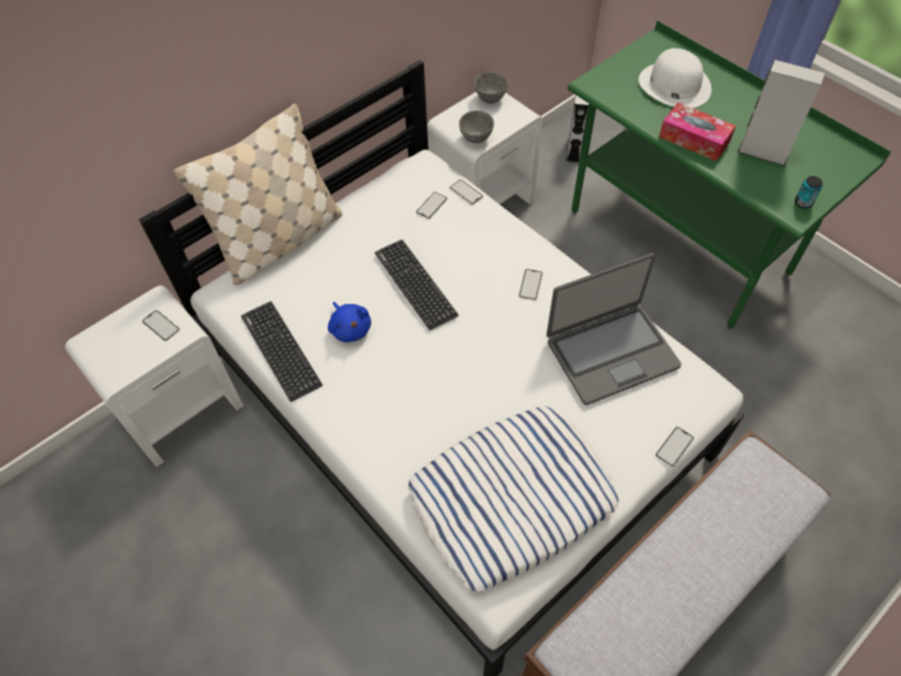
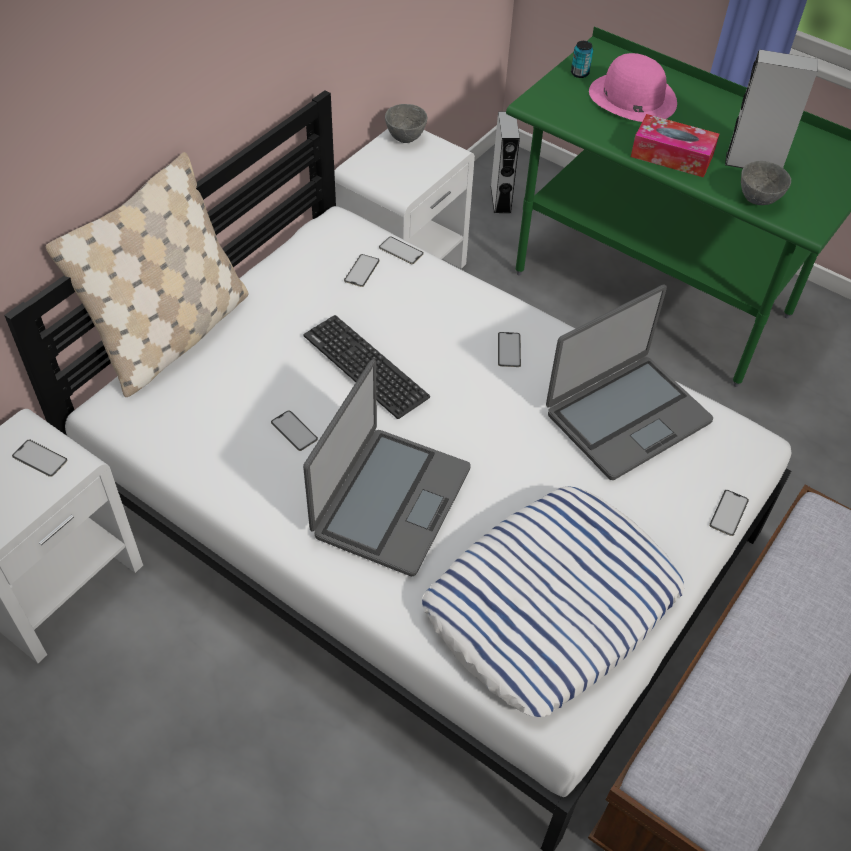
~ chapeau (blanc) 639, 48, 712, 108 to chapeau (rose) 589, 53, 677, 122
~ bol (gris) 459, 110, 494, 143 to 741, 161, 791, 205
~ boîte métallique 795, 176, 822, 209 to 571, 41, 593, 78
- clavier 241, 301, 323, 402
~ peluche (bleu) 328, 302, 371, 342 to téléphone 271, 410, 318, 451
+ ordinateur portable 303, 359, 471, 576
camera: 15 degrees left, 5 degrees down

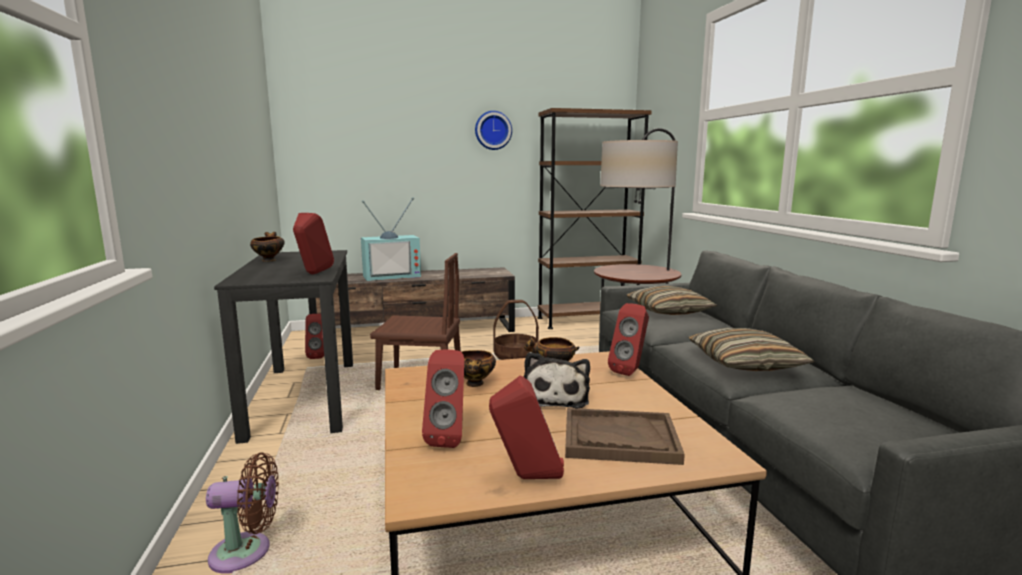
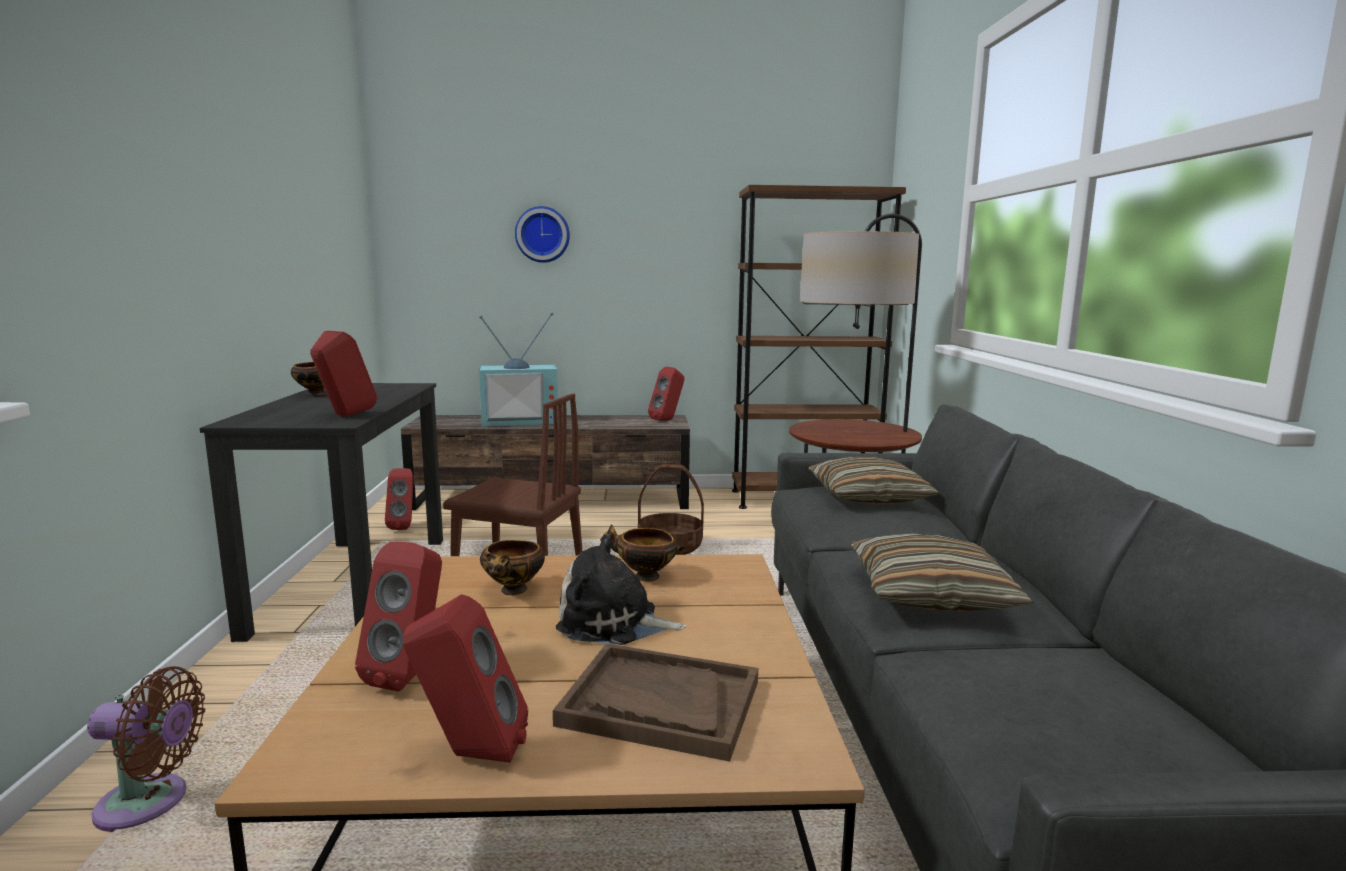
~ horloge murale 475, 111, 512, 150 to 515, 206, 570, 263
~ enceinte (rouge) 608, 303, 649, 376 to 648, 367, 685, 421
~ peluche 524, 352, 590, 409 = 556, 534, 686, 645 90 degrees clockwise
camera: 10 degrees right, 0 degrees up

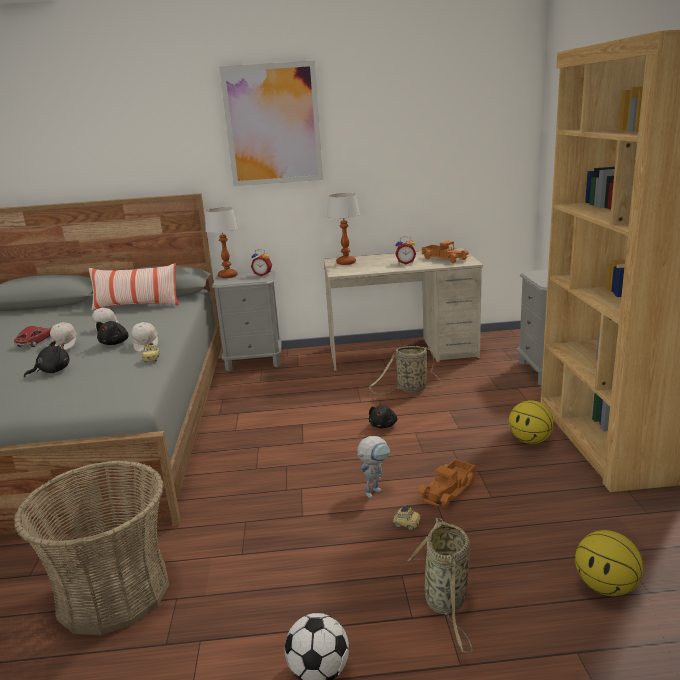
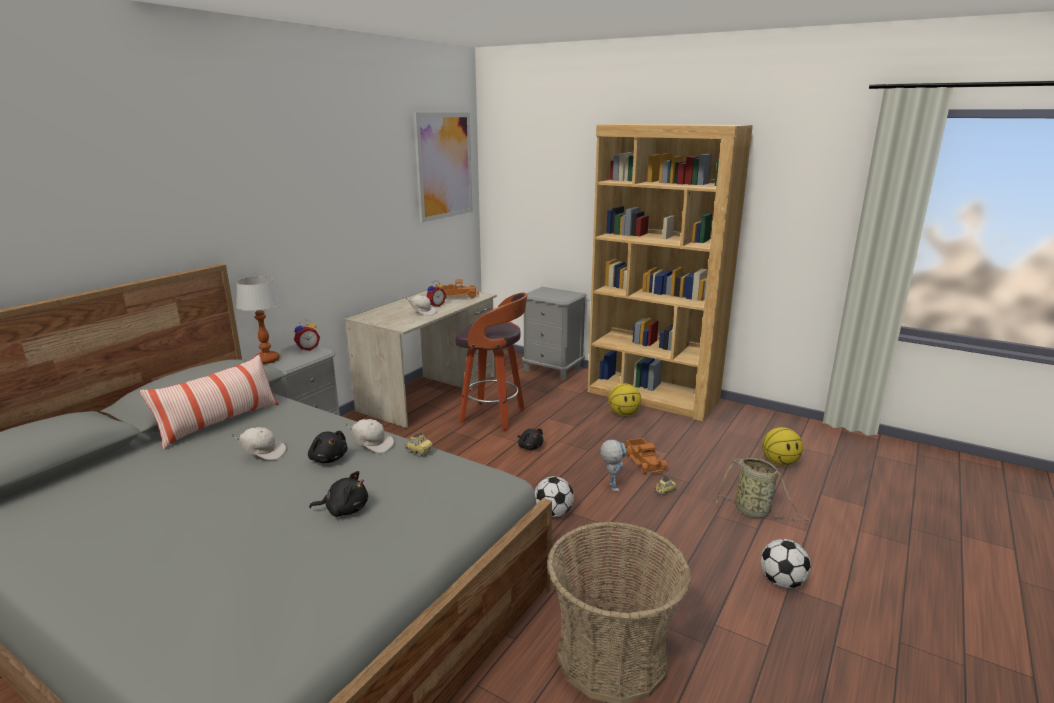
~ tableau 219, 60, 323, 186 to 413, 112, 473, 222
- lampe de table 327, 193, 360, 265
~ casquette (blanc) 50, 322, 77, 350 to 406, 295, 437, 316
- petite voiture 14, 326, 52, 347
~ peluche (noir) 24, 341, 70, 377 = 309, 471, 368, 517 90 degrees clockwise
~ panier 369, 346, 441, 394 to tabouret 456, 293, 527, 430
+ ballon de foot 534, 476, 574, 517
camera: 55 degrees left, 0 degrees up

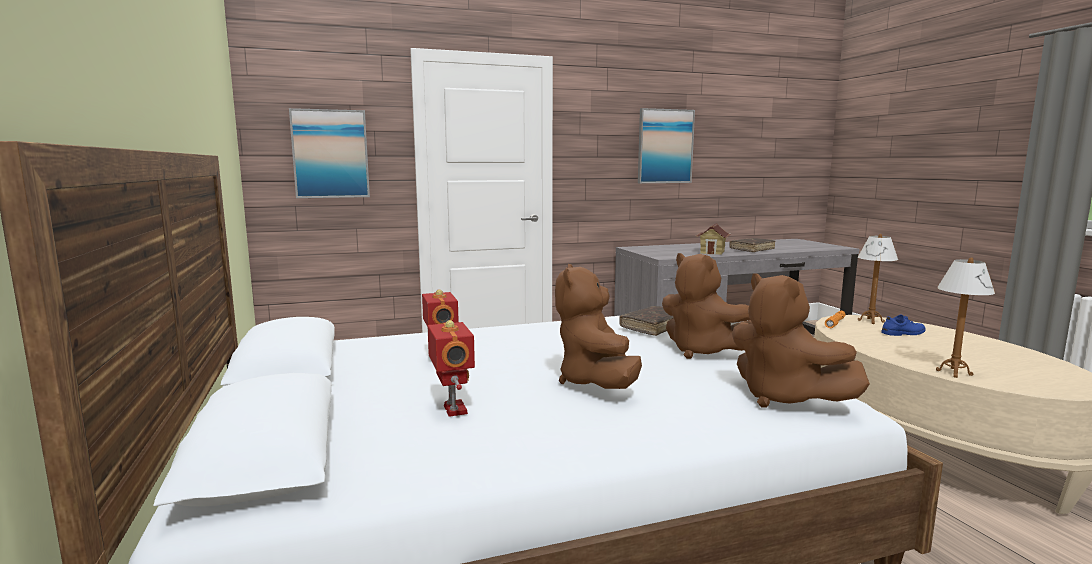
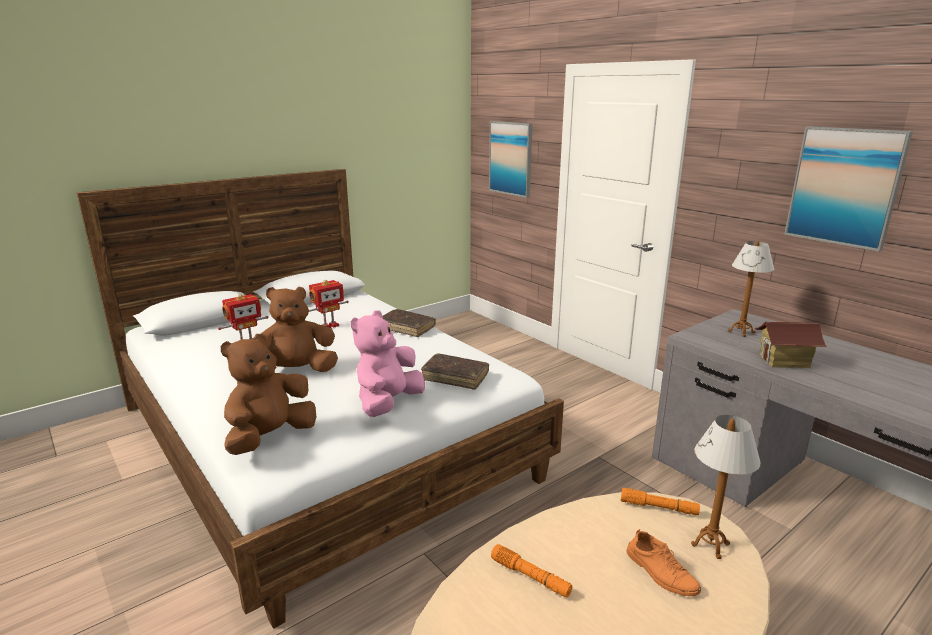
~ livre (marron) 730, 238, 775, 252 to 383, 309, 436, 337
~ peluche (marron) 662, 253, 752, 359 to peluche (rose) 351, 310, 425, 417
~ lampe de table 936, 257, 995, 378 to 728, 241, 774, 337
~ chaussure (bleu) 881, 315, 926, 336 to chaussure (orange) 627, 529, 701, 596
+ lampe de poche (orange) 491, 544, 572, 597
camera: 70 degrees right, 10 degrees up

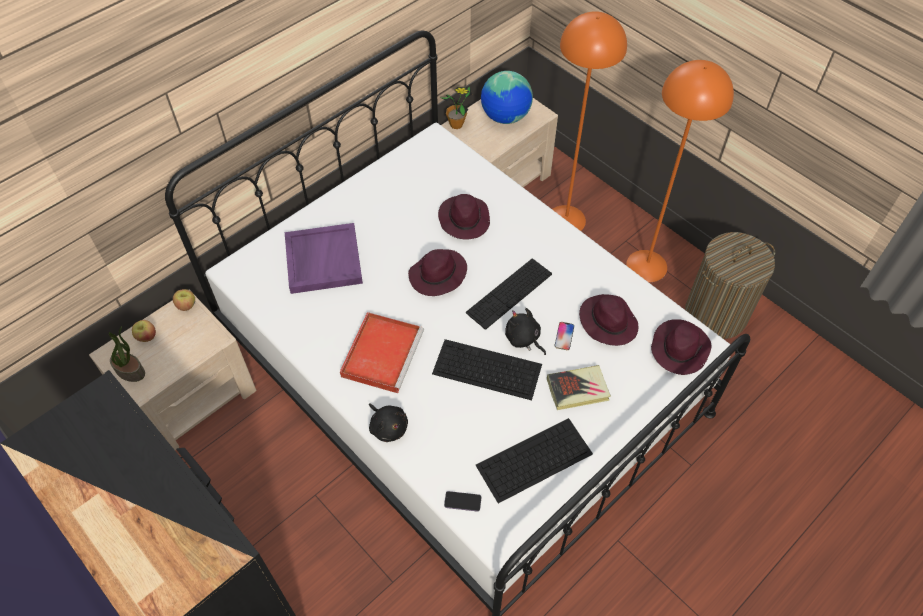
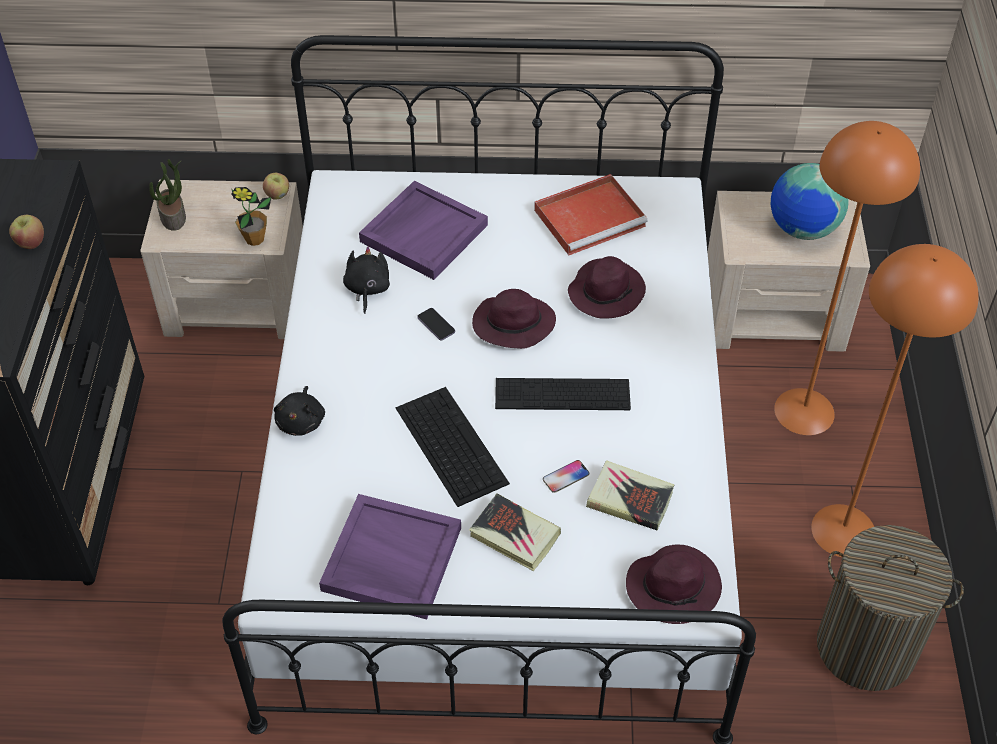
~ plante en pot 440, 86, 472, 129 to 231, 187, 271, 246
~ chapeau (violet) 579, 294, 638, 346 to livre 586, 460, 675, 531
~ peluche (noir) 505, 308, 546, 355 to 343, 246, 390, 314
~ plateau (rouge) 340, 312, 424, 393 to 534, 174, 648, 255
~ pomme 132, 320, 156, 342 to 9, 215, 44, 249
~ clavier 476, 418, 593, 503 to plateau (violet) 319, 494, 461, 620
~ téléphone 444, 491, 481, 512 to 417, 308, 455, 340
camera: 45 degrees right, 5 degrees down

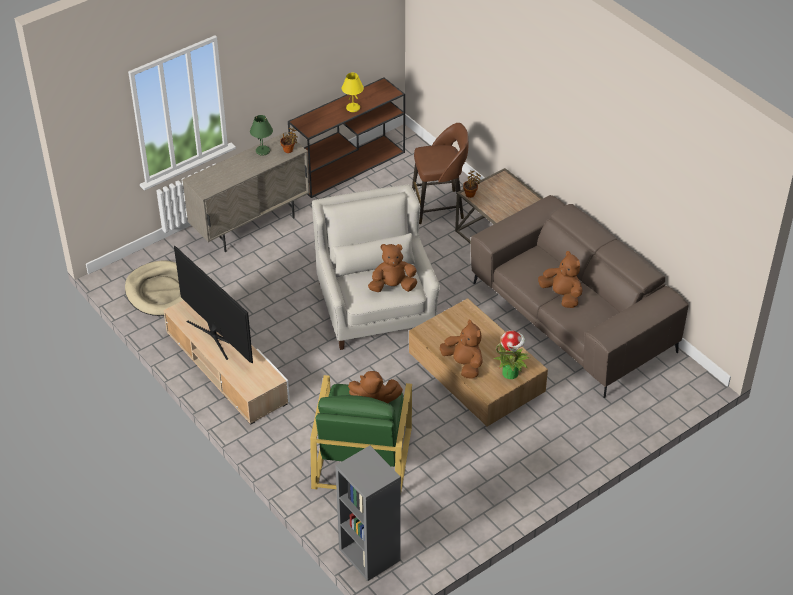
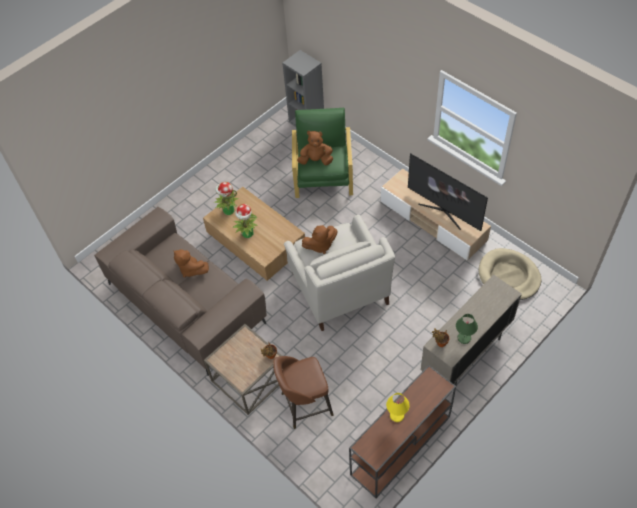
- peluche (marron) 440, 320, 483, 379
+ plante en pot 232, 204, 258, 238
camera: 175 degrees right, 10 degrees up

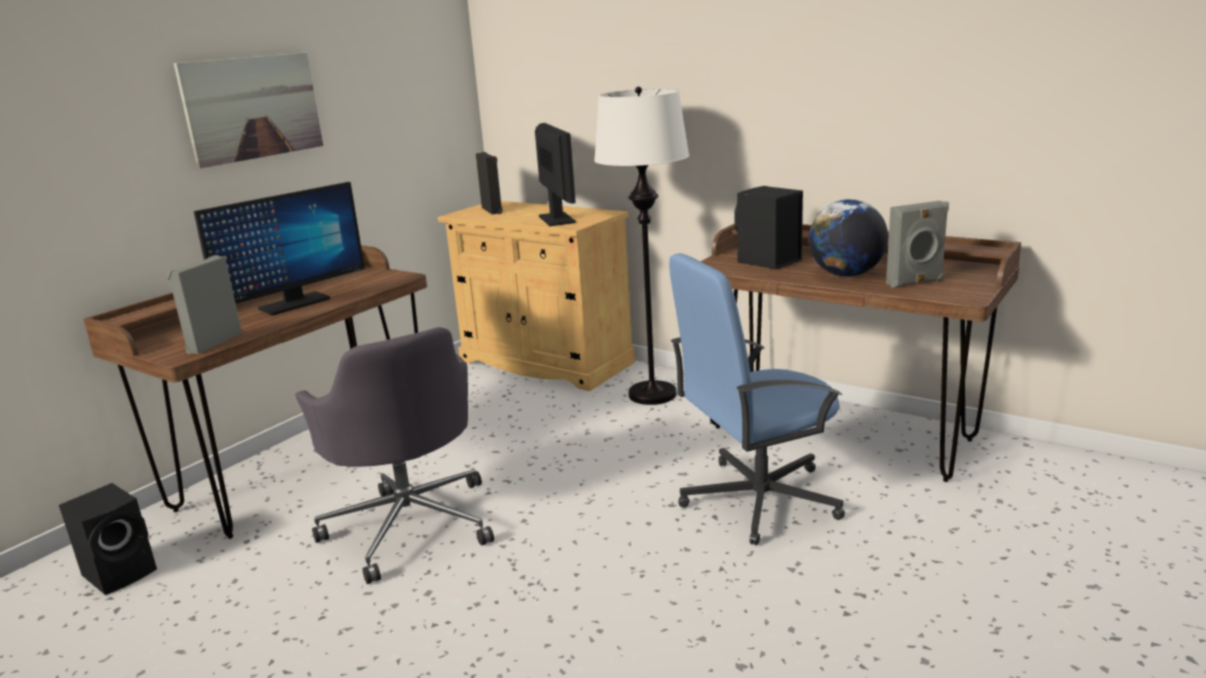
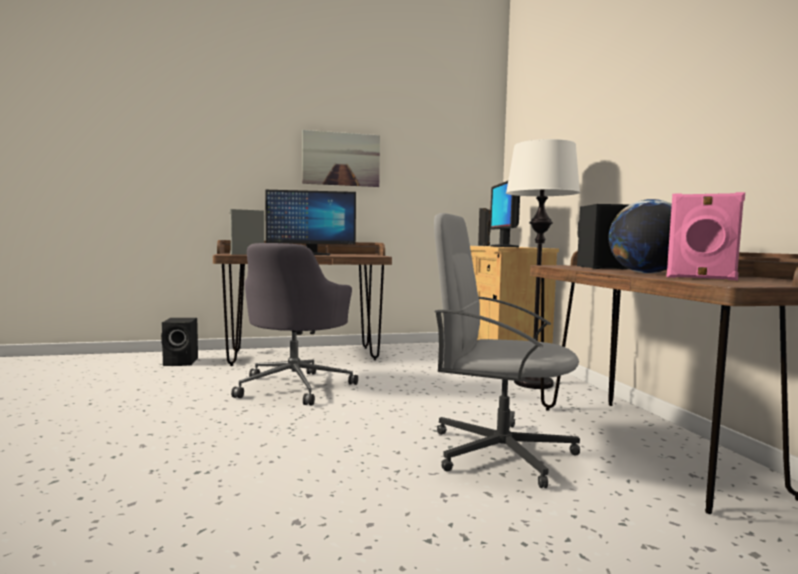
~ écran d'ordinateur 535, 123, 576, 226 = 490, 181, 520, 247 150 degrees clockwise
~ enceinte (gris) 886, 201, 949, 288 to enceinte (rose) 666, 192, 745, 280
~ chaise de bureau (bleu) 669, 253, 845, 545 to chaise de bureau (gris) 434, 213, 580, 488
camera: 40 degrees right, 15 degrees down

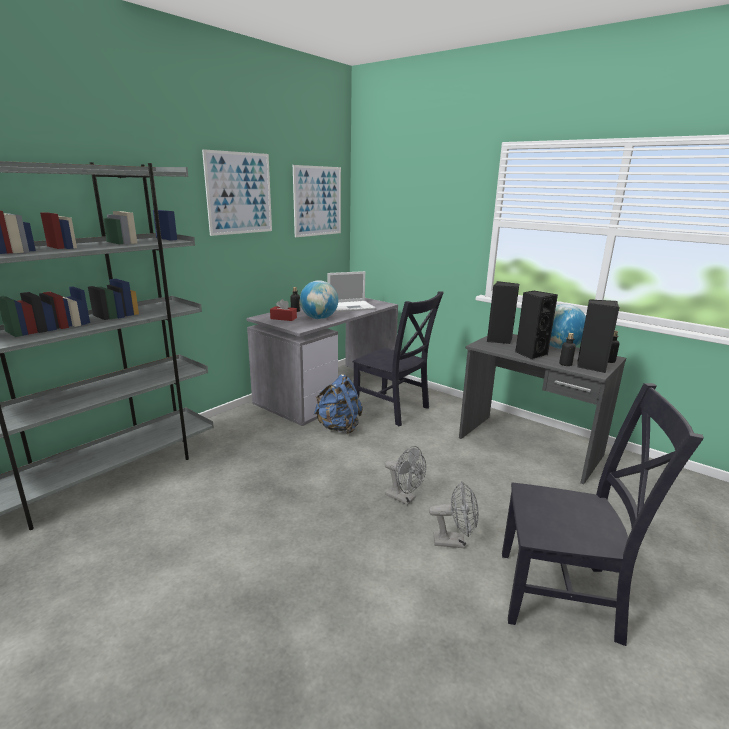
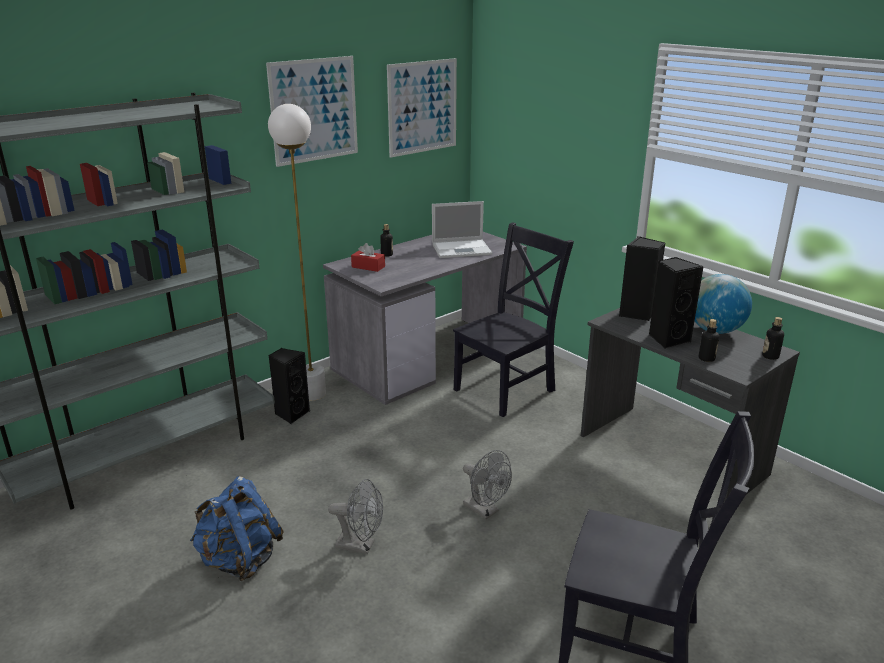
- globe 300, 280, 338, 319
~ chaise (noir) 352, 291, 444, 426 = 453, 222, 574, 417 90 degrees counterclockwise
~ enceinte (noir) 577, 299, 620, 373 to 268, 348, 310, 424
~ sac à dos (bleu) 314, 374, 363, 434 to 190, 476, 284, 581
~ ventilateur (gris) 429, 481, 479, 549 to 328, 479, 383, 554
+ lampadaire (blanc) 268, 104, 326, 401
camera: 10 degrees right, 5 degrees up

